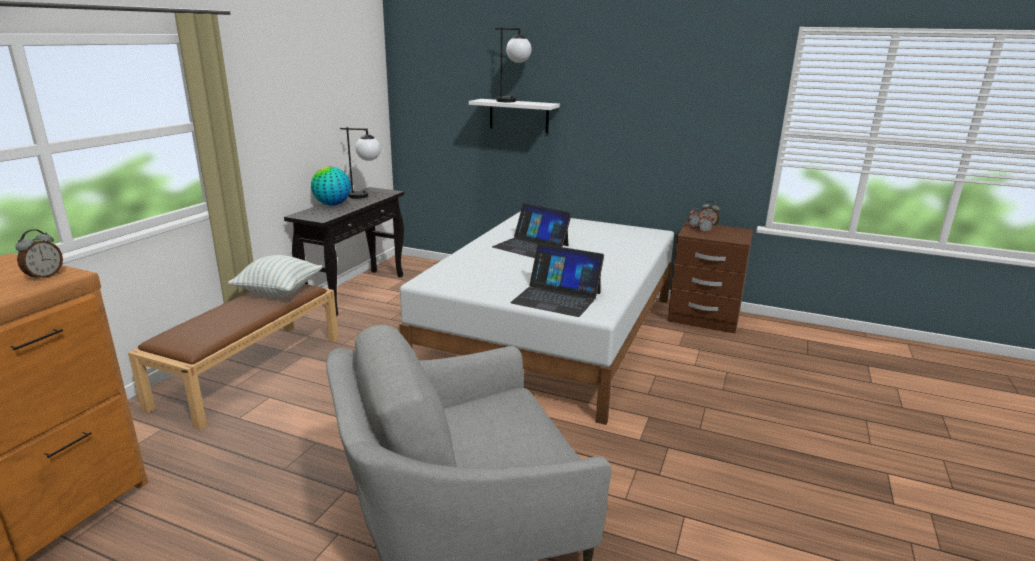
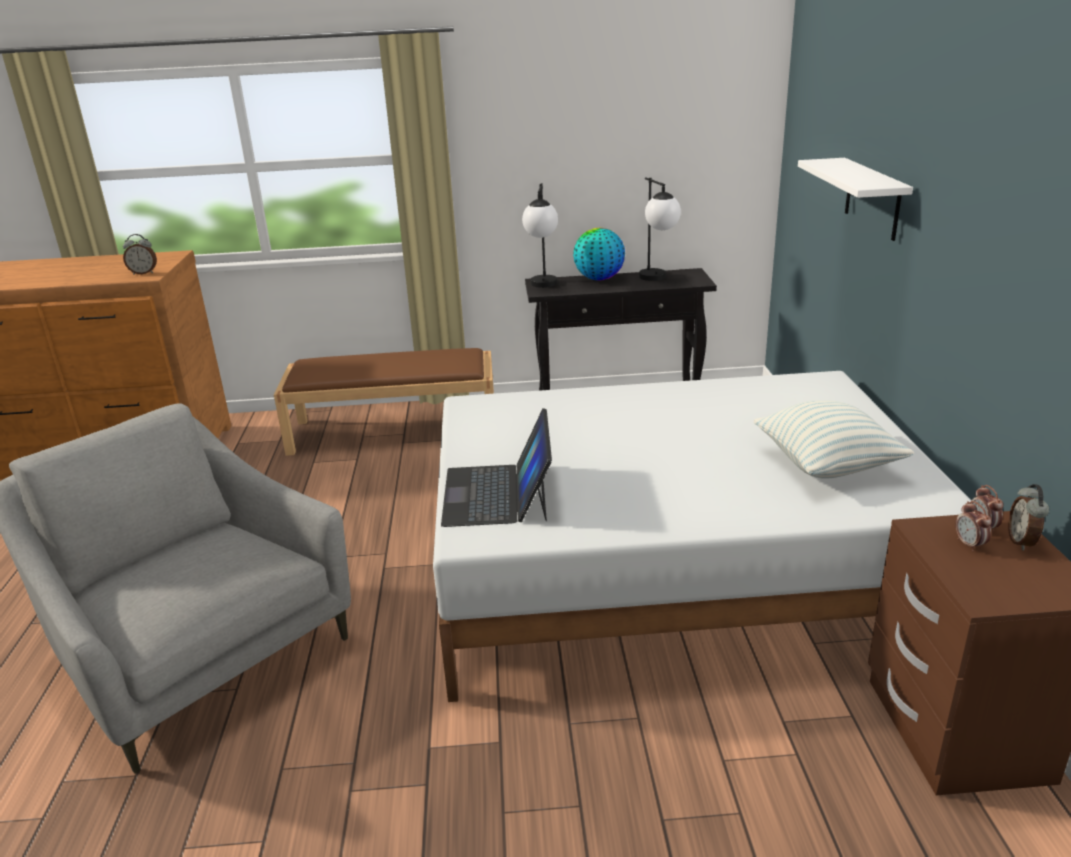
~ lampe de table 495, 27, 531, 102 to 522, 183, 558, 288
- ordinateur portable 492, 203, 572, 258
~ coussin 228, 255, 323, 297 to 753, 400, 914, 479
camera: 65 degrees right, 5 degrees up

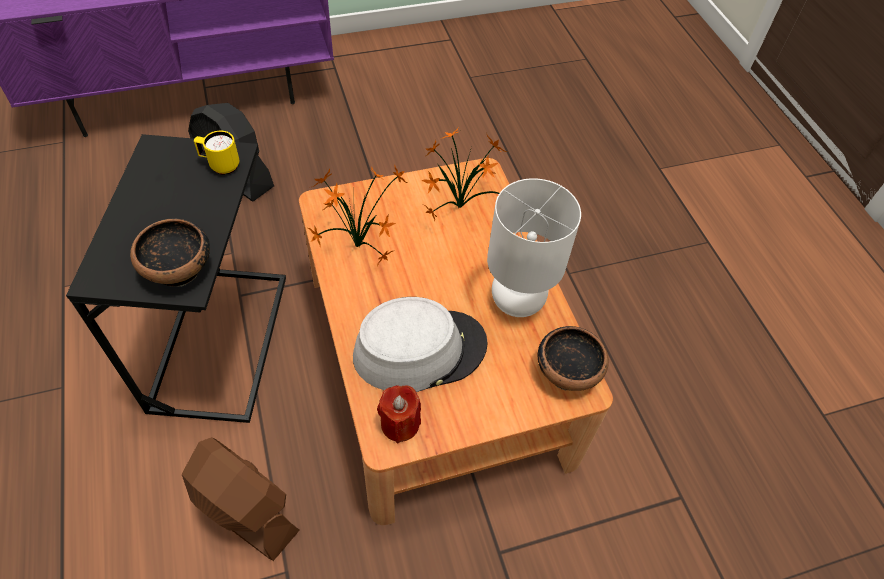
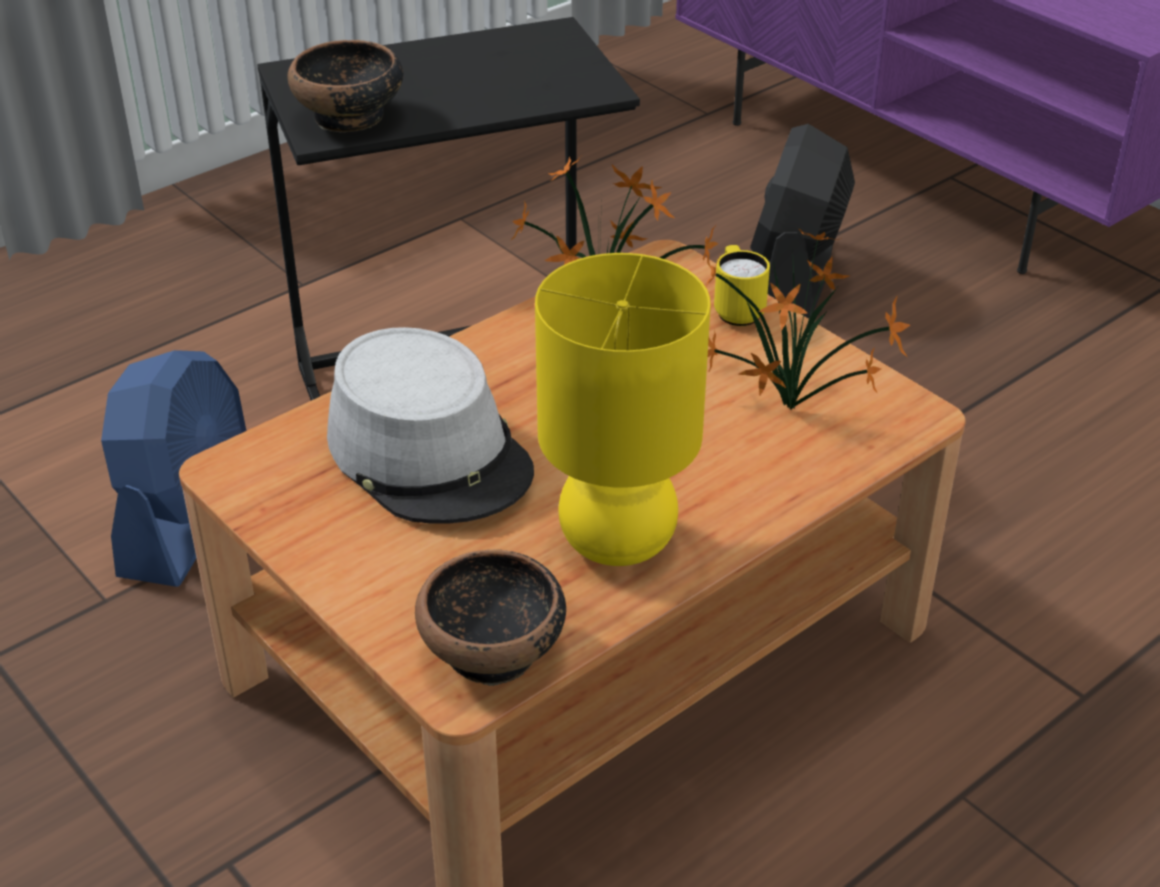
~ mug (jaune) 194, 131, 239, 175 to 714, 245, 770, 326
~ lampe de table (blanc) 487, 178, 581, 317 to lampe de table (jaune) 535, 253, 711, 566
- bougie (rouge) 377, 385, 421, 443
~ ventilateur (marron) 182, 437, 300, 561 to ventilateur (bleu) 101, 350, 246, 587
camera: 70 degrees right, 15 degrees down

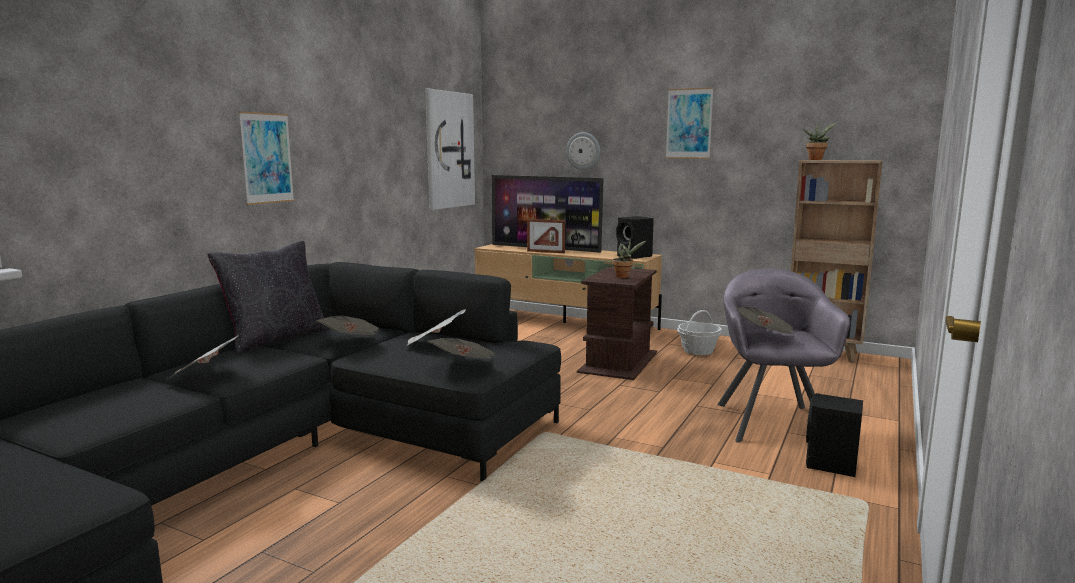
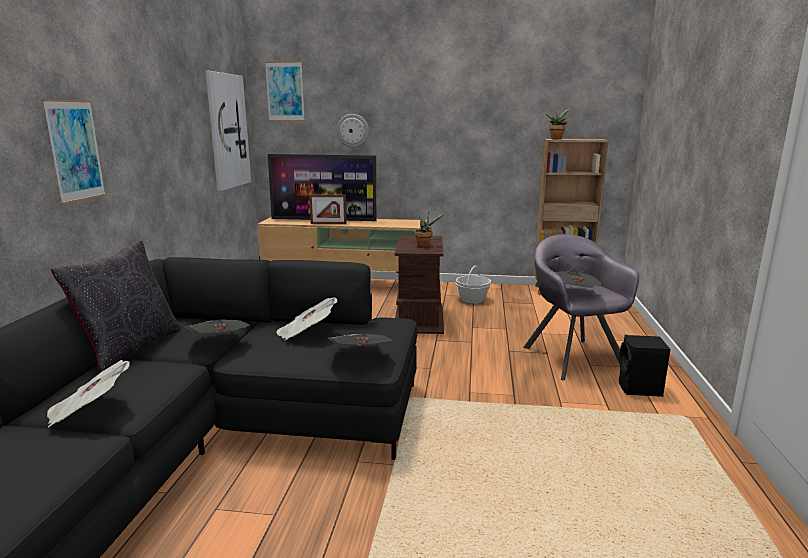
~ tableau 666, 87, 713, 159 to 265, 61, 305, 121
- enceinte (noir) 616, 216, 654, 259
camera: 20 degrees left, 5 degrees up

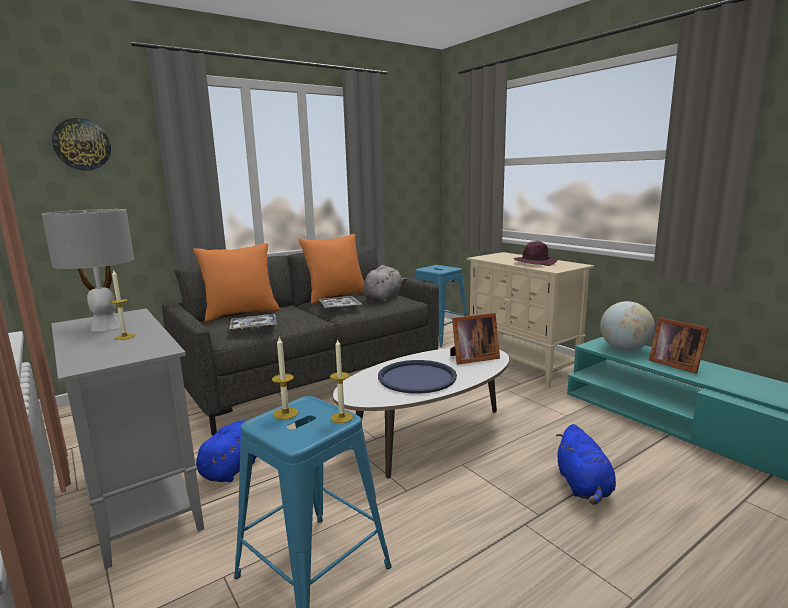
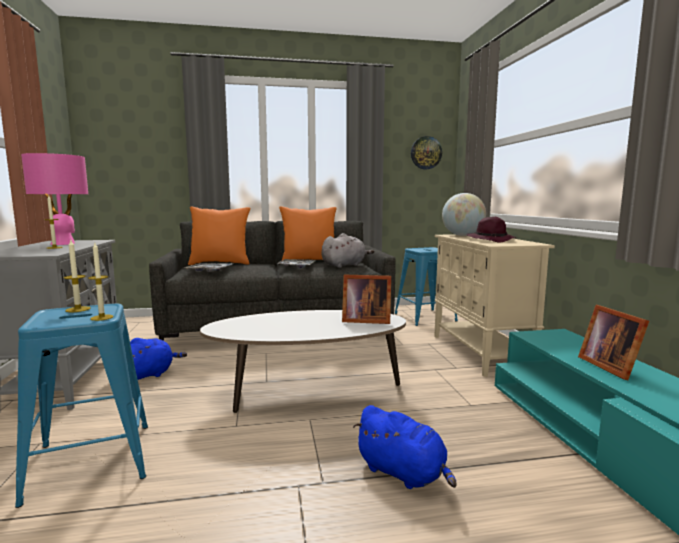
~ horloge murale 52, 118, 111, 171 to 411, 136, 442, 169
~ lampe de table (gris) 42, 209, 134, 331 to lampe de table (rose) 21, 153, 88, 245
~ globe 600, 301, 655, 351 to 442, 193, 486, 236
- plateau (bleu) 378, 360, 457, 394
~ peluche (bleu) 556, 424, 616, 505 = 353, 405, 457, 489 75 degrees counterclockwise
camera: 25 degrees right, 5 degrees down

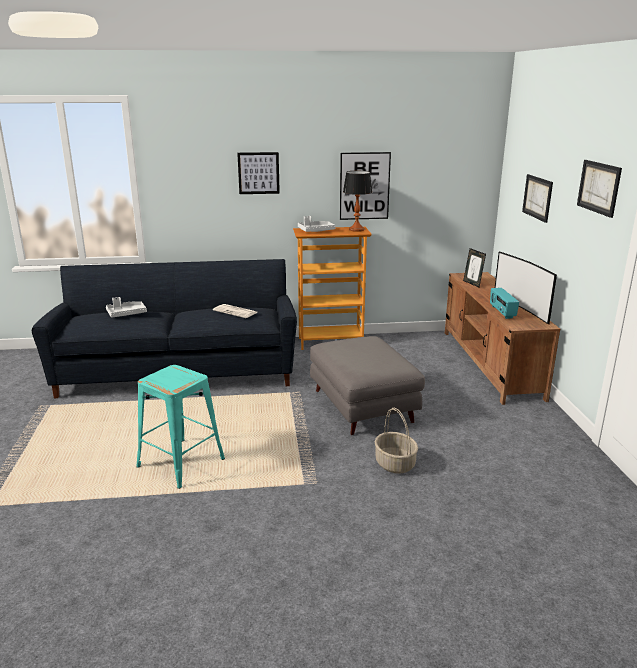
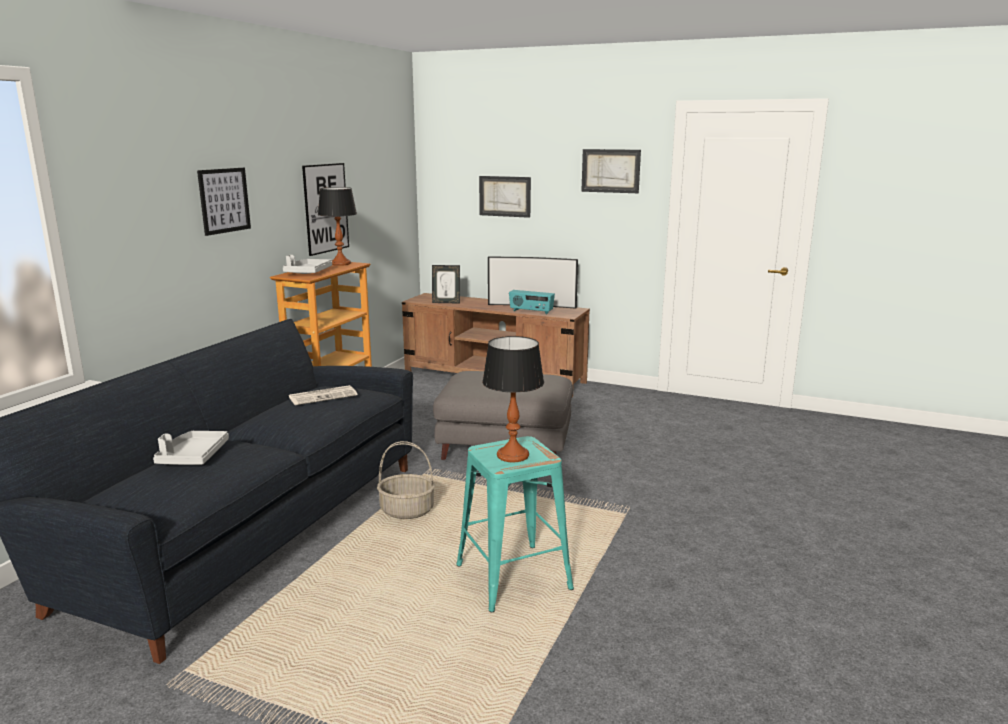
~ panier 374, 408, 418, 474 to 377, 441, 435, 519
+ lampe de table 482, 336, 544, 462
camera: 60 degrees left, 5 degrees down

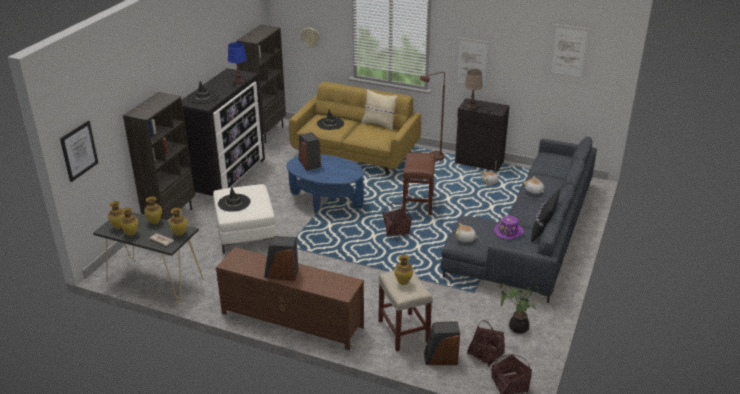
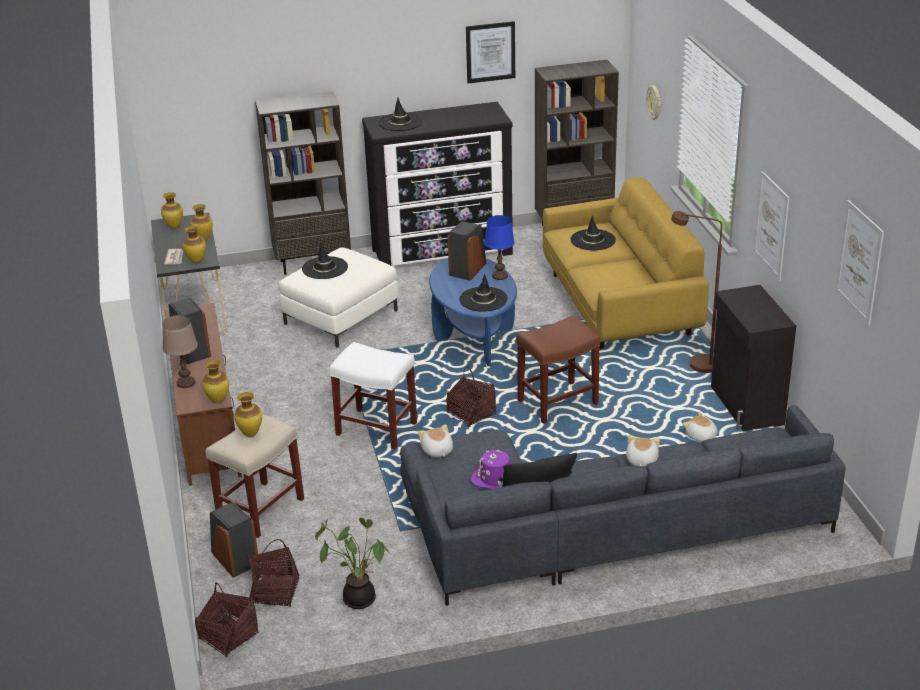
~ lampe de table (bleu) 228, 42, 247, 84 to 484, 215, 515, 280
~ lampe de table (marron) 464, 70, 483, 110 to 162, 315, 198, 388
- coussin (beige) 361, 89, 397, 131
~ tableau 60, 121, 98, 182 to 466, 21, 515, 84
~ vase 120, 208, 138, 236 to 202, 360, 229, 403
+ chapeau (noir) 459, 274, 508, 312
+ tabouret (blanc) 330, 342, 417, 449
camera: 55 degrees right, 0 degrees up

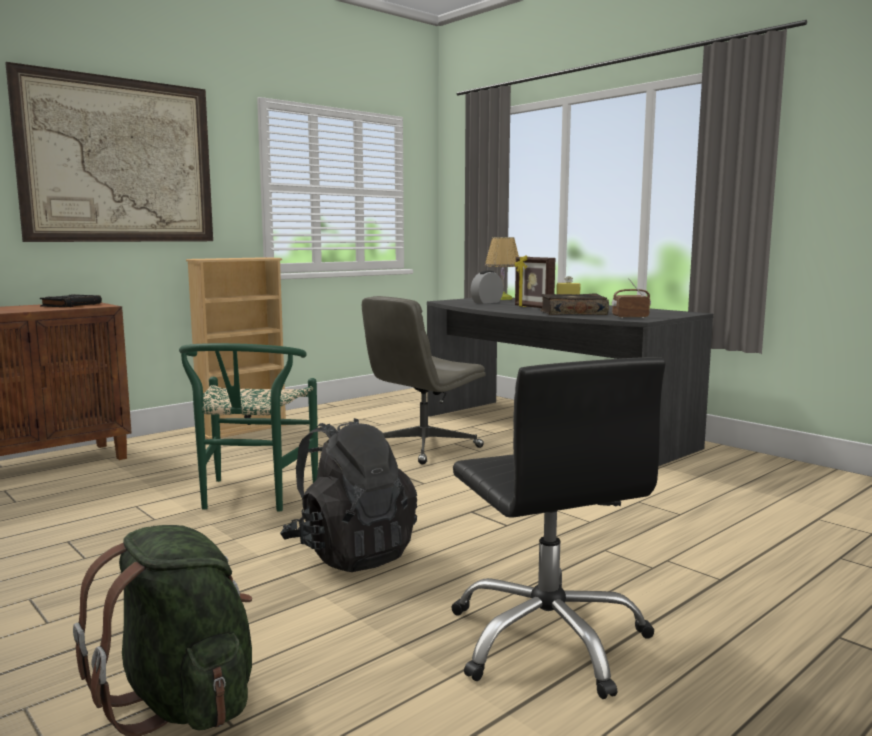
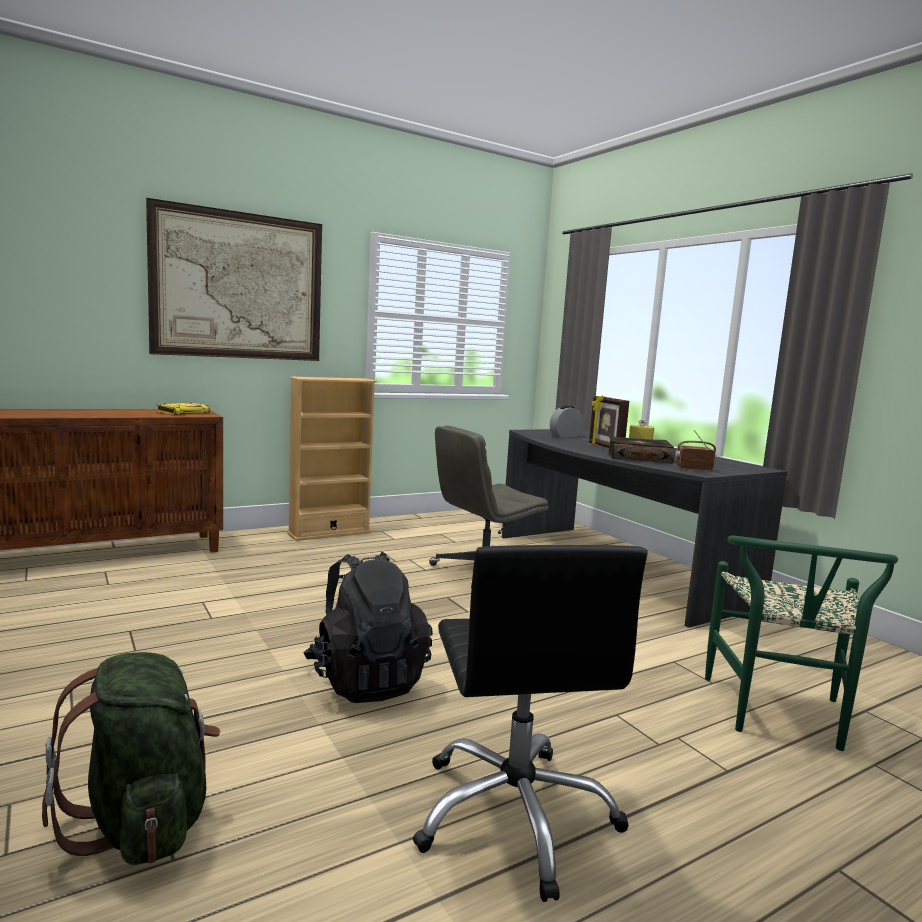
- lampe de table 485, 237, 519, 300
~ livre (noir) 40, 294, 102, 307 to livre (jaune) 156, 402, 210, 415
~ chaise (vert) 179, 343, 318, 512 to 705, 535, 898, 751
camera: 10 degrees right, 0 degrees up

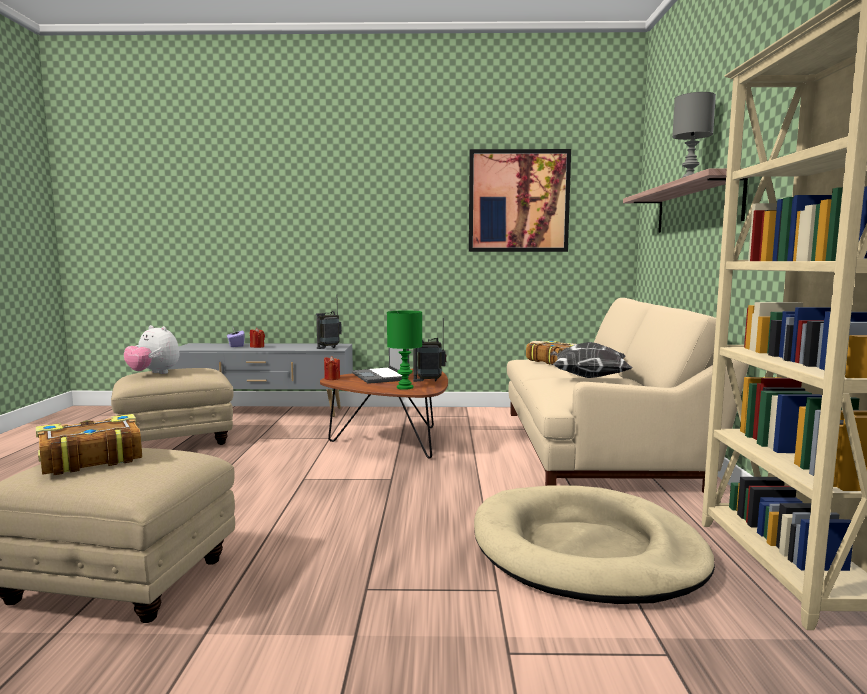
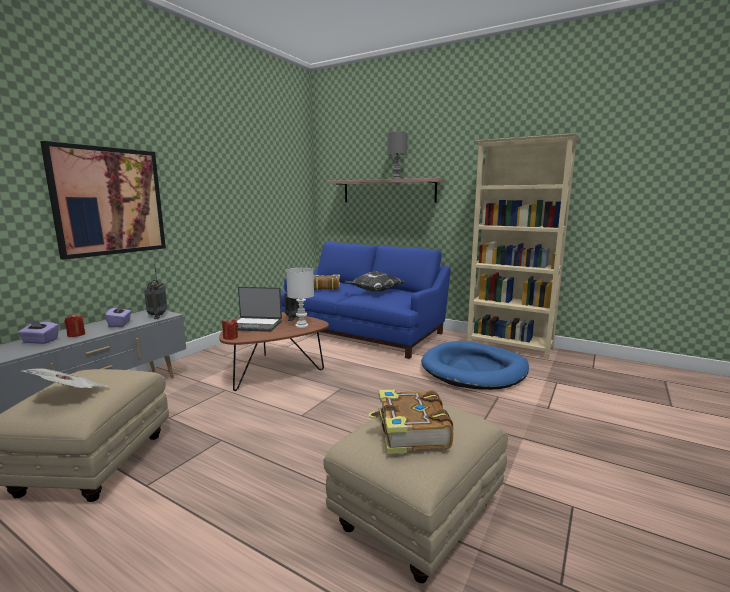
~ tableau 469, 149, 571, 252 to 40, 141, 166, 260
~ canapé (beige) 507, 298, 749, 493 to canapé (bleu) 281, 242, 451, 359
~ lampe de table (vert) 387, 310, 422, 390 to lampe de table (blanc) 286, 268, 314, 328
~ peluche 124, 325, 179, 374 to journal 22, 368, 108, 388
~ panier pour chien (beige) 474, 485, 715, 604 to panier pour chien (bleu) 421, 341, 529, 390
+ boîte à mouchoirs (violet) 105, 303, 131, 327
camera: 60 degrees left, 5 degrees up

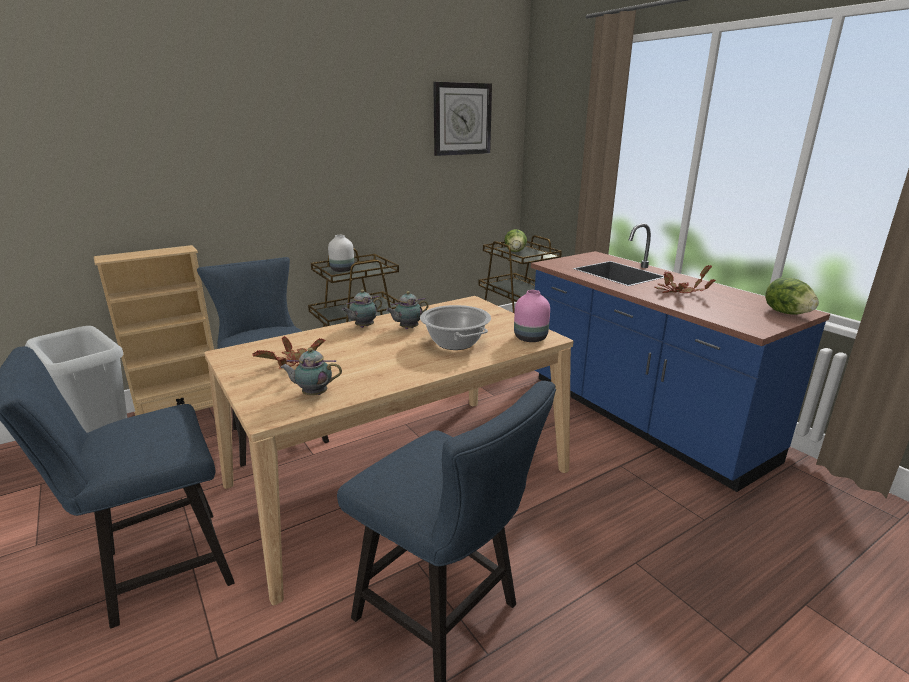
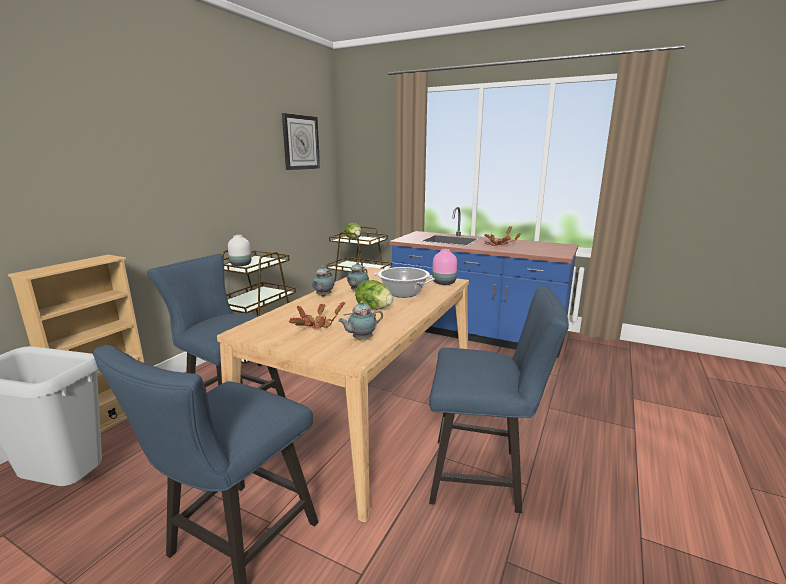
~ laitue 765, 278, 819, 315 to 355, 280, 393, 310
camera: 30 degrees left, 5 degrees down

